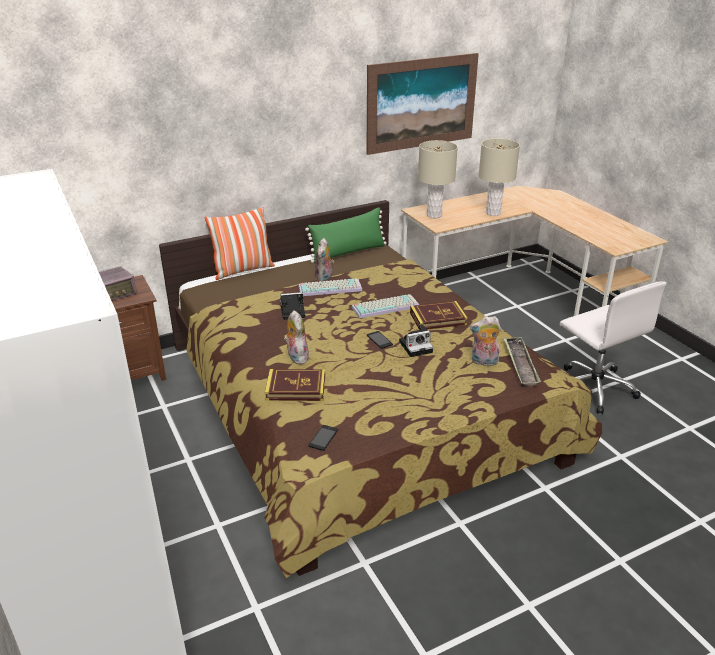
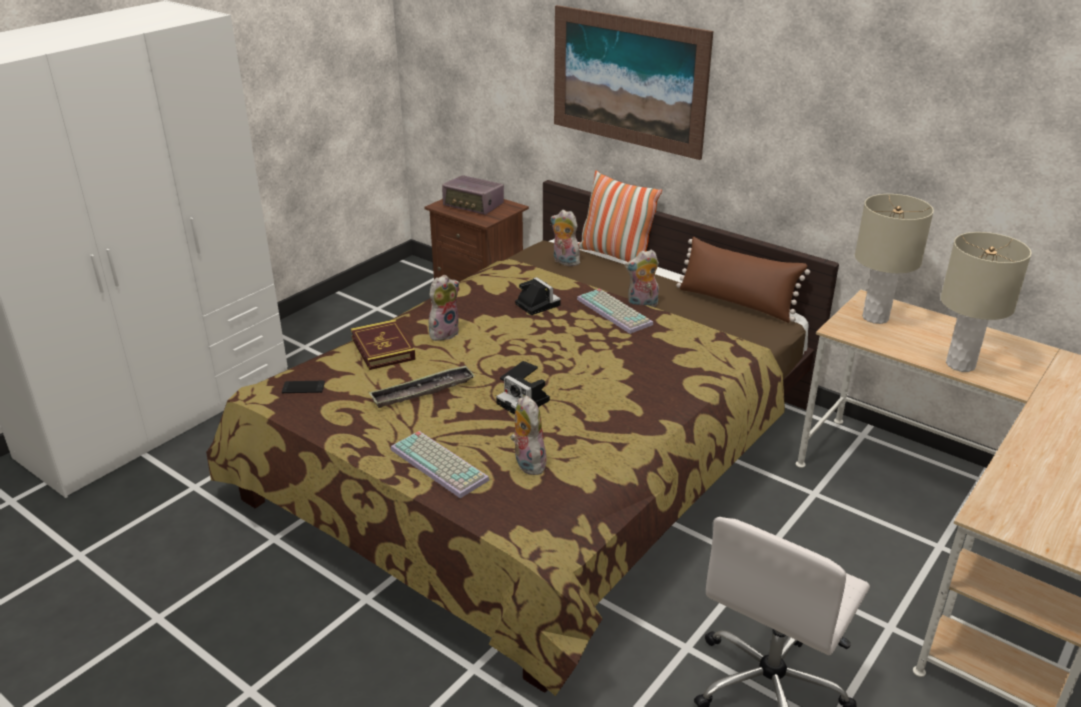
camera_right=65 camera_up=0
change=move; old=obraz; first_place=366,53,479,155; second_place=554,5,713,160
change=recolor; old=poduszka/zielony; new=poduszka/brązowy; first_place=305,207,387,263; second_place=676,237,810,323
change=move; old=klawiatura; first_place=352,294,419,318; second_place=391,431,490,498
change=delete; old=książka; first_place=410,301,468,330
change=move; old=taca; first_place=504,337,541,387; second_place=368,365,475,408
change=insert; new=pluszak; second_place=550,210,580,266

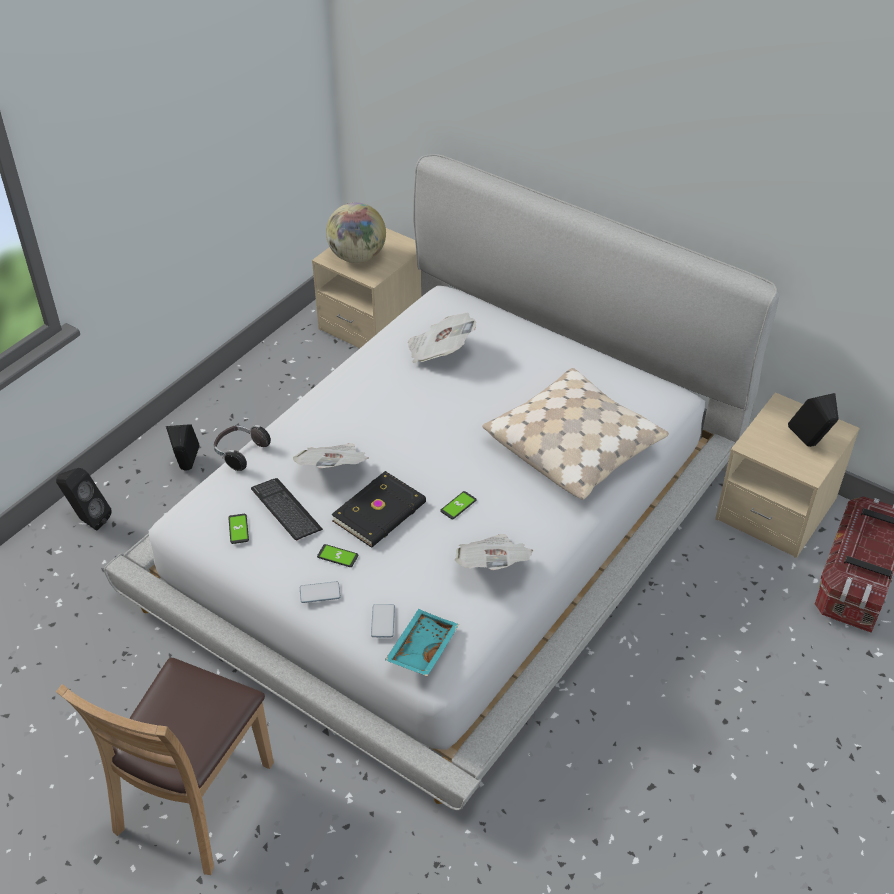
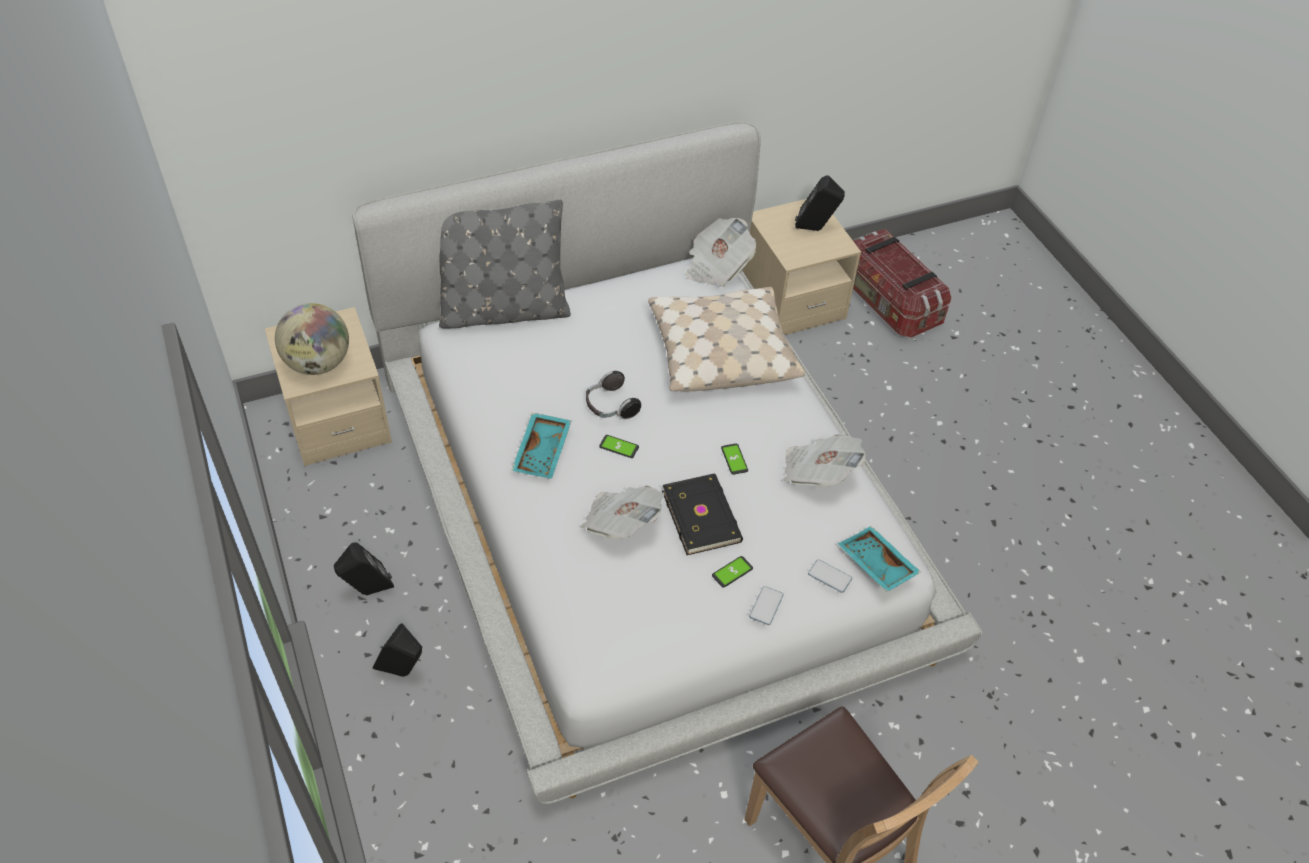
camera_right=-60 camera_up=5
change=move; old=gazeta; first_place=408,313,476,363; second_place=686,218,756,287
change=move; old=słuchawki; first_place=214,425,271,471; second_place=586,371,641,419
change=move; old=głośnik/czarny; first_place=56,468,112,530; second_place=334,542,394,596
change=delete; old=klawiatura; first_place=251,478,323,540
change=move; old=telefon; first_place=228,514,249,544; second_place=599,435,639,458
change=insert; new=poduszka/szary; second_place=439,199,571,328
change=insert; new=taca/turkusowy; second_place=511,413,571,479

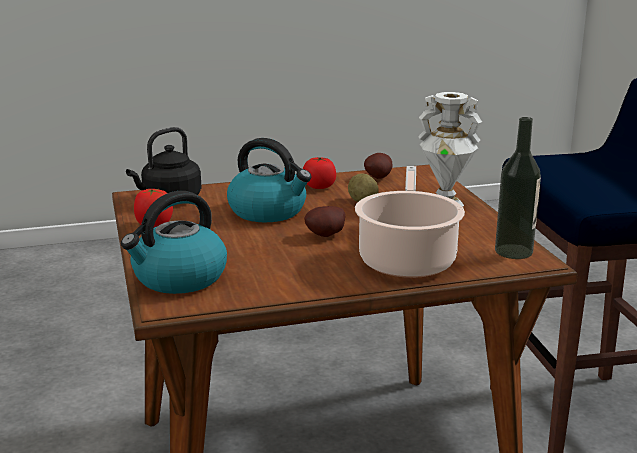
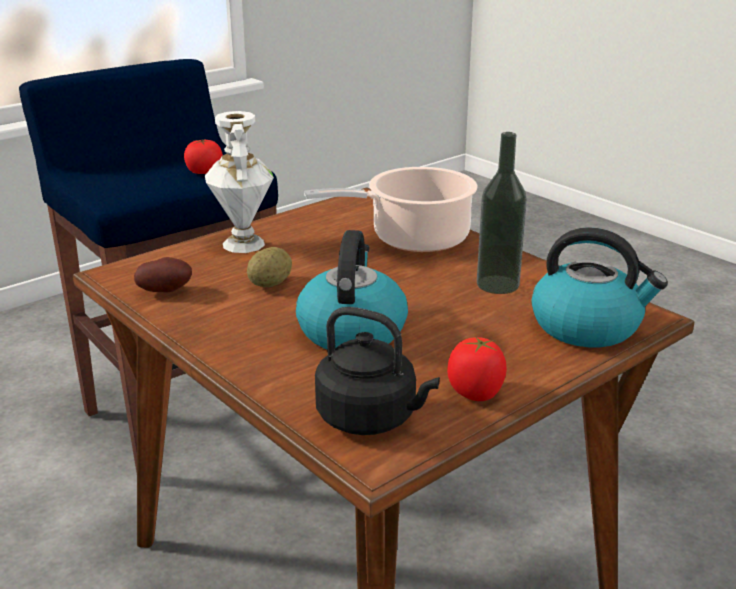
camera_right=-115 camera_up=5
change=move; old=butelka; first_place=495,117,541,259; second_place=477,132,527,294
change=move; old=pomidor; first_place=303,157,336,189; second_place=184,139,223,174
change=delete; old=ziemniak; first_place=304,206,345,237

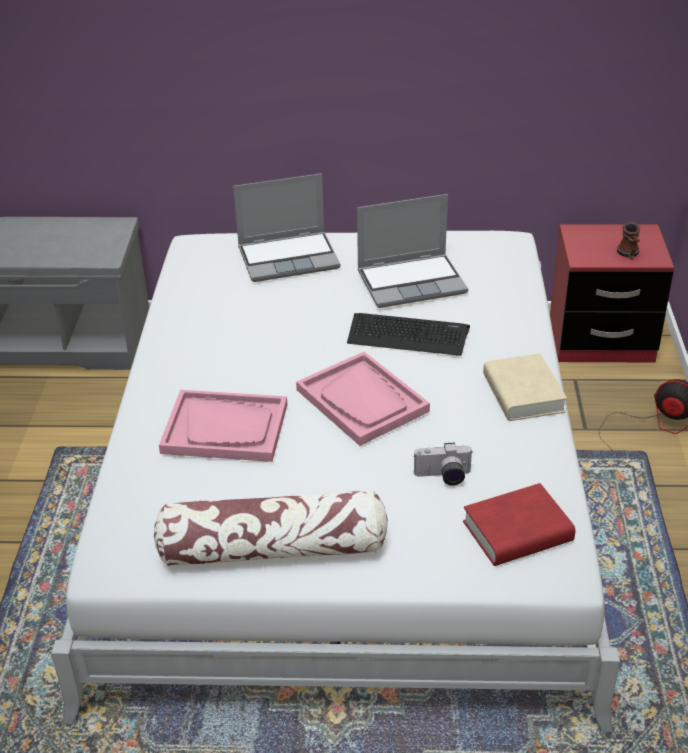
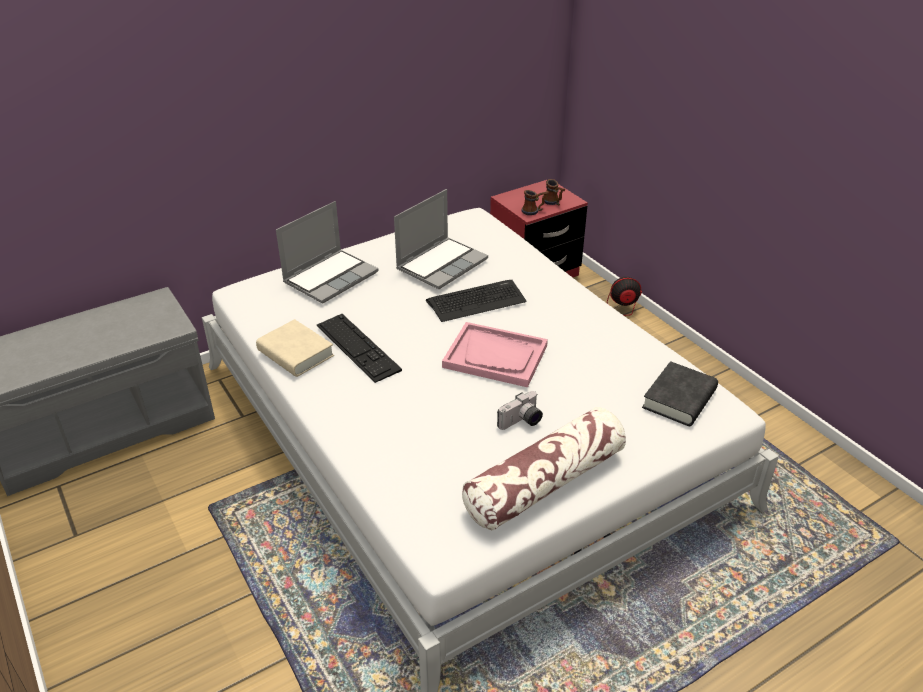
camera_right=-35 camera_up=0
change=move; old=książka/beżowy; first_place=483,353,567,421; second_place=256,319,334,377
change=delete; old=taca/różowy; first_place=159,390,287,462
change=move; old=aparat fotograficzny; first_place=414,442,473,486; second_place=497,391,543,430
change=recolor; old=książka/czerwony; new=książka/czarny; first_place=463,483,575,566; second_place=642,361,718,426
change=insert; new=kubek; second_place=521,190,549,215
change=insert; new=klawiatura; second_place=317,314,402,383

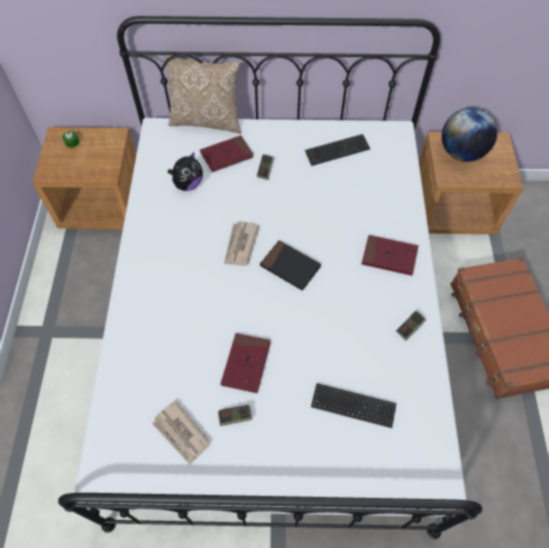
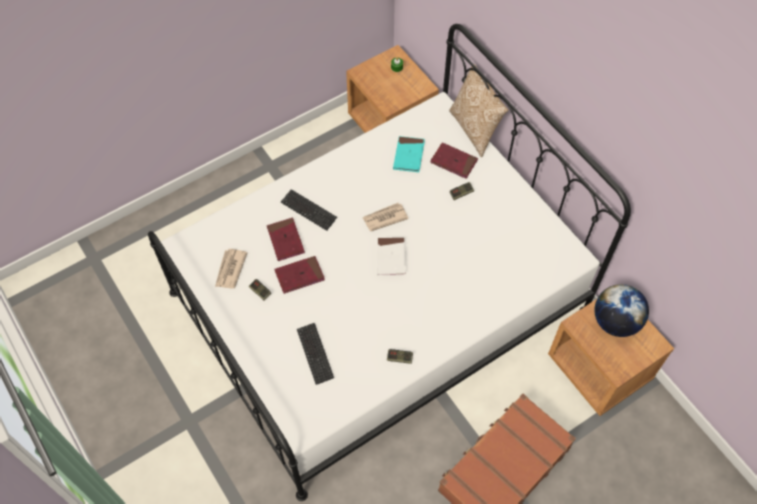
camera_right=55 camera_up=0
change=move; old=klawiatura; first_place=305,134,370,166; second_place=281,189,337,231
change=replace; old=pluszak; new=książka/turkusowy; first_place=168,152,203,191; second_place=393,136,425,172
change=move; old=książka/czerwony; first_place=362,235,418,276; second_place=267,218,305,261
change=recolor; old=książka/czarny; new=książka/biały; first_place=260,240,321,291; second_place=377,237,406,276

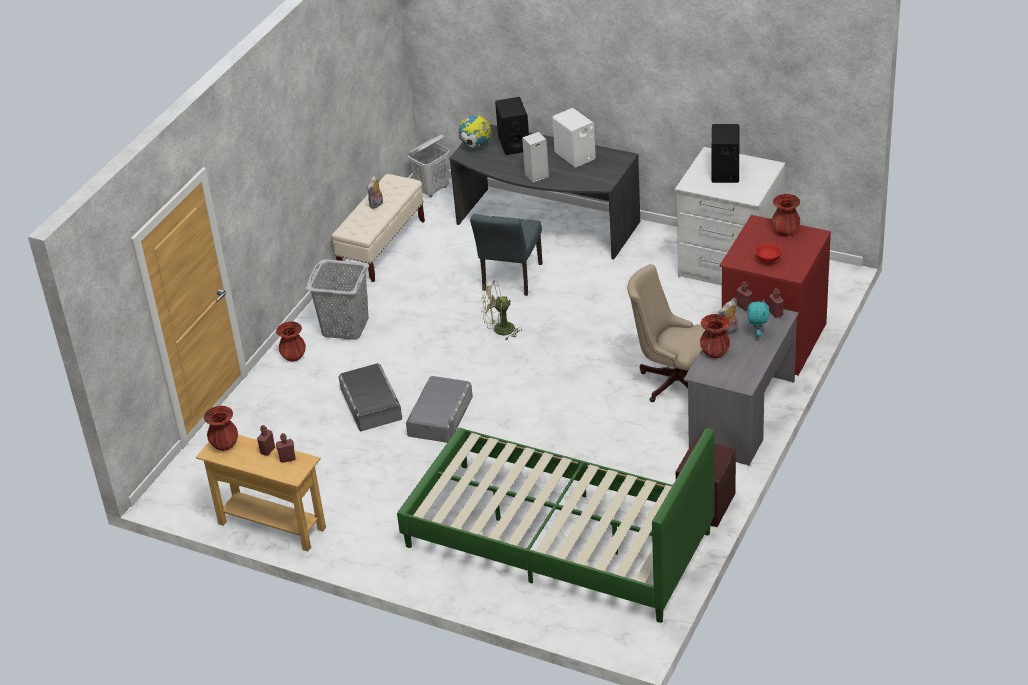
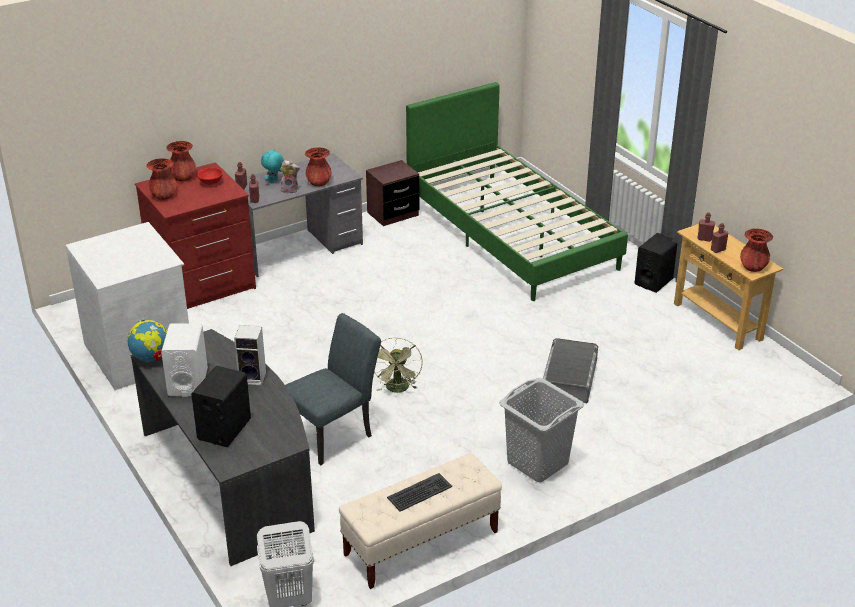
camera_right=-150 camera_up=-5
change=move; old=globus; first_place=458,115,491,148; second_place=127,318,167,362
change=move; old=głośnik/czarny; first_place=712,124,740,183; second_place=635,233,677,293
change=replace; old=pluszak; new=klawiatura; first_place=367,176,383,209; second_place=387,473,452,512
change=delete; old=krzesło biurowe/beżowy; first_place=627,264,706,402
change=rotate; old=wentylator/zielony; first_place=481,280,520,341; second_place=374,337,423,393; degrees=75
change=move; old=wazon/czerwony; first_place=276,321,306,362; second_place=166,141,196,181
change=delete; old=pojemnik do przechowywania/szary; first_place=406,376,473,443

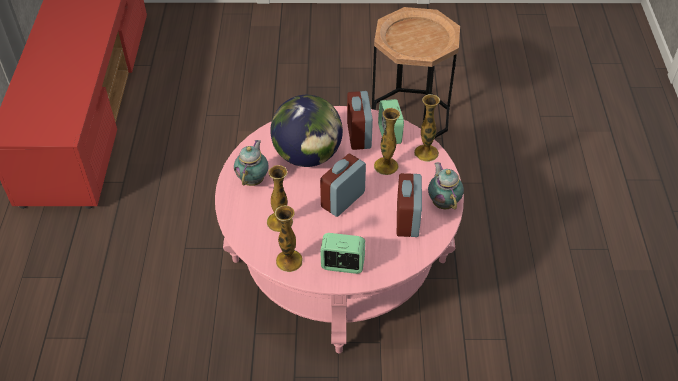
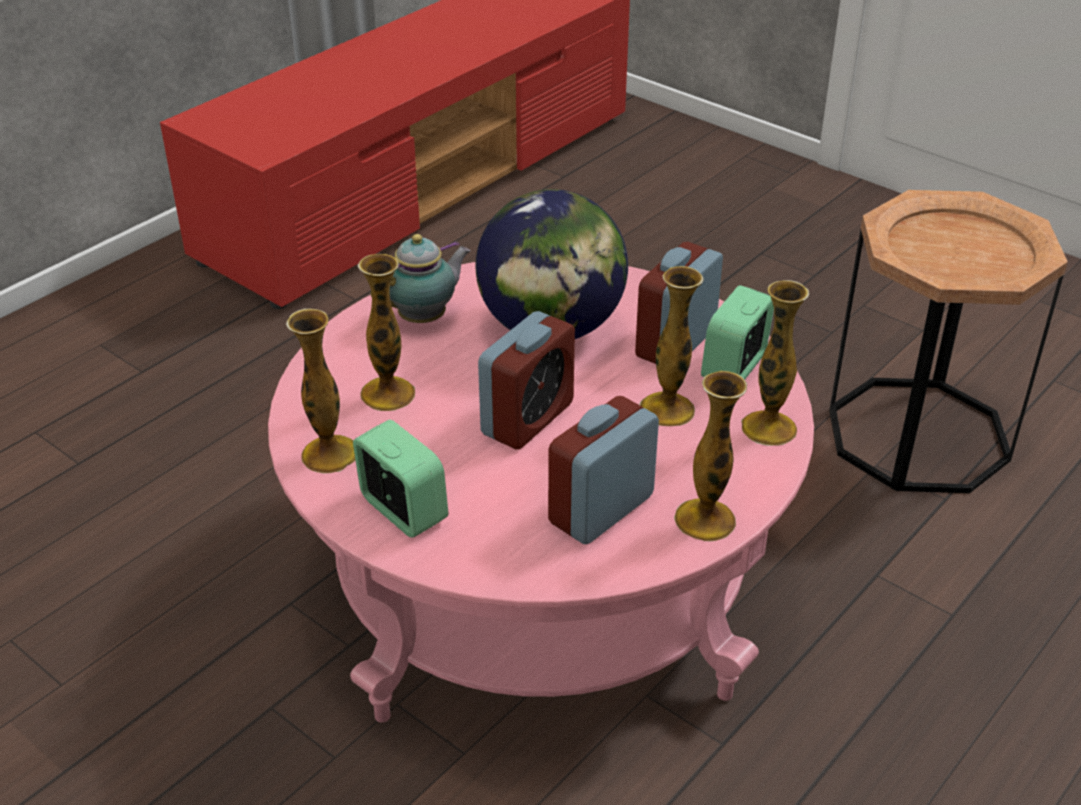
camera_right=40 camera_up=-10
change=rotate; old=budzik; first_place=320,154,366,217; second_place=478,311,575,449; degrees=135
change=replace; old=imbryk; new=wazon; first_place=428,162,464,209; second_place=674,371,747,542

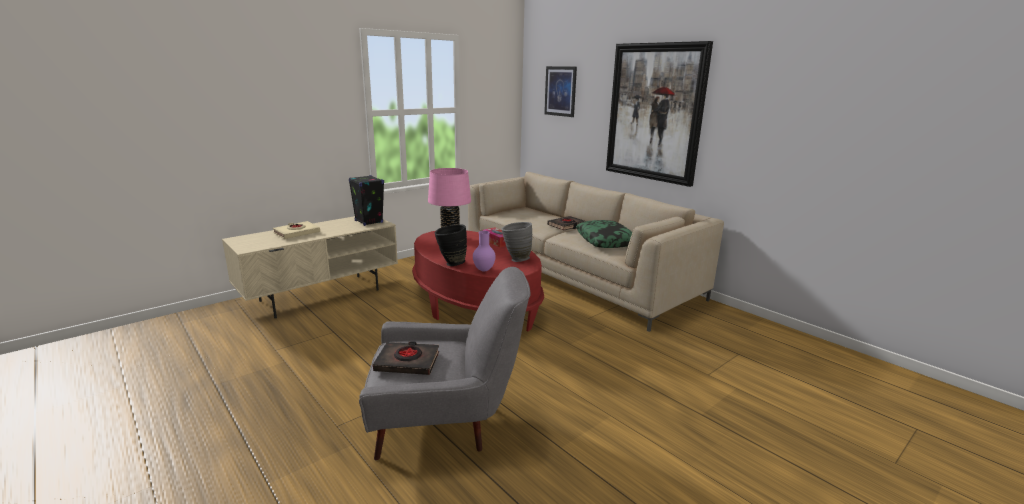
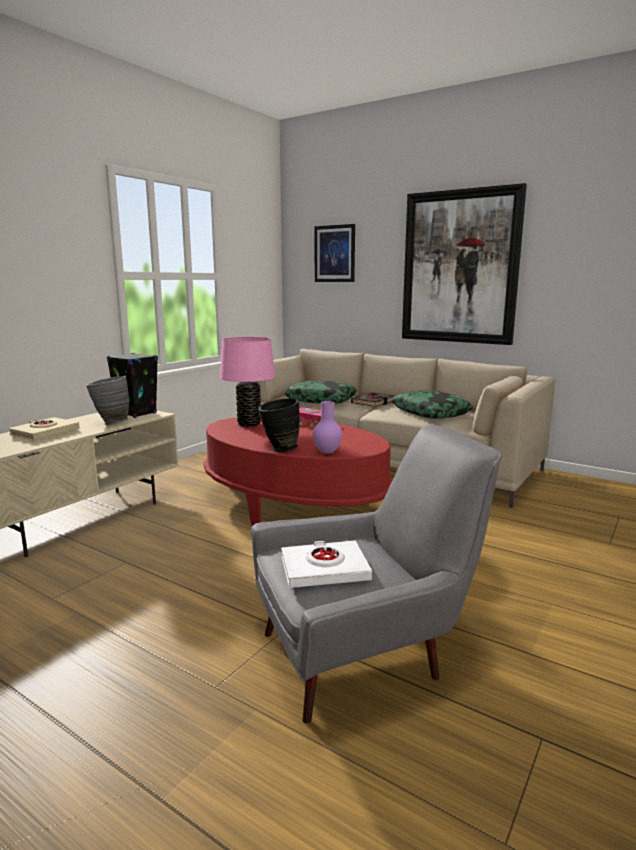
camera_right=-15 camera_up=-5
change=move; old=wazon/szary; first_place=501,222,532,262; second_place=86,376,129,425
change=recolor; old=książka/czarny; new=książka/biały; first_place=373,341,439,375; second_place=281,540,372,588
change=insert; new=poduszka; second_place=285,381,357,404

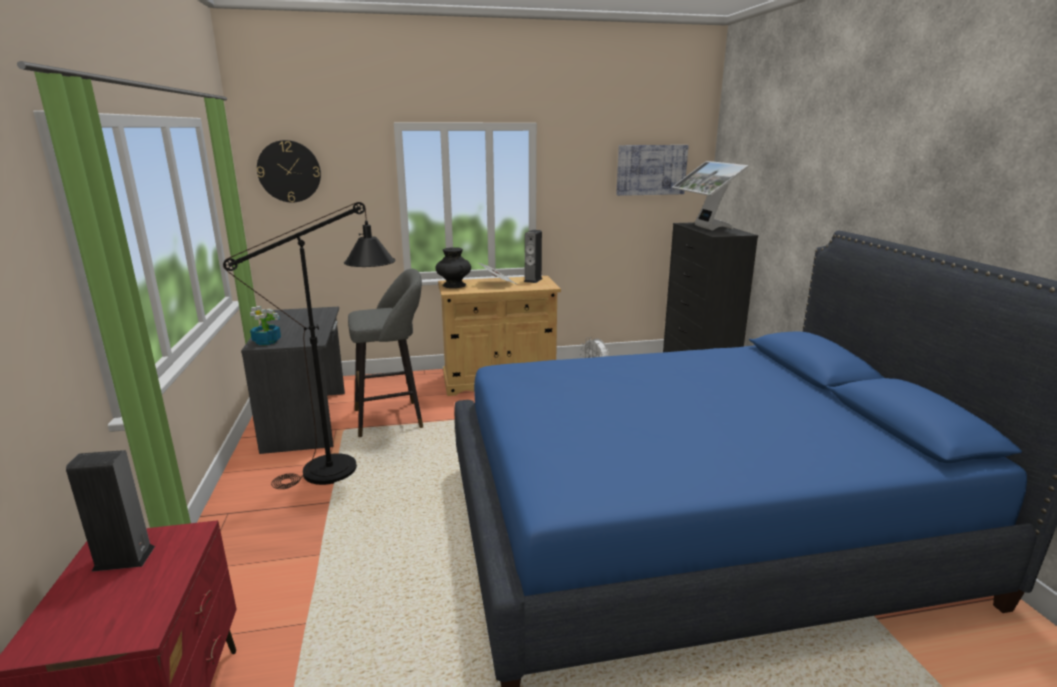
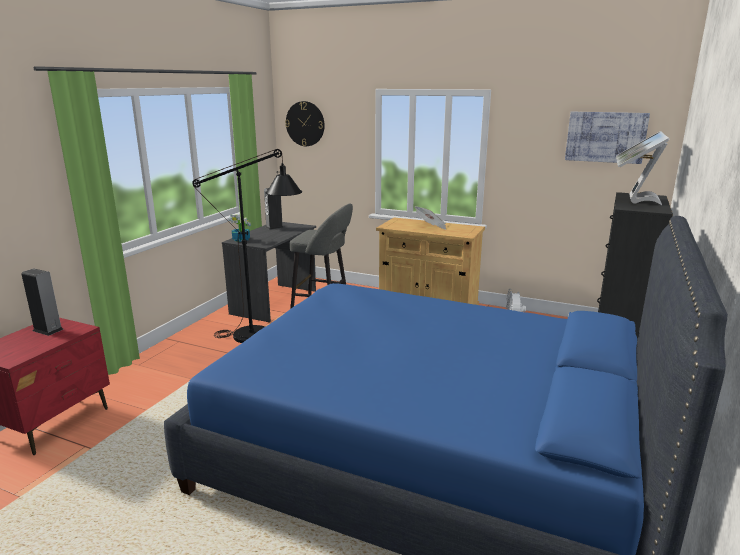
camera_right=35 camera_up=0
change=move; old=głośnik; first_place=524,230,543,283; second_place=264,188,284,230
change=delete; old=wazon/czarny; first_place=435,247,471,288

